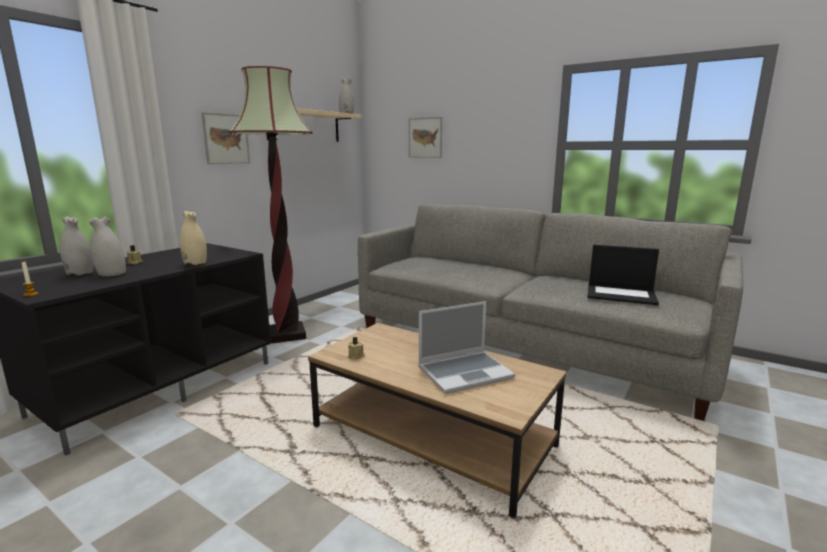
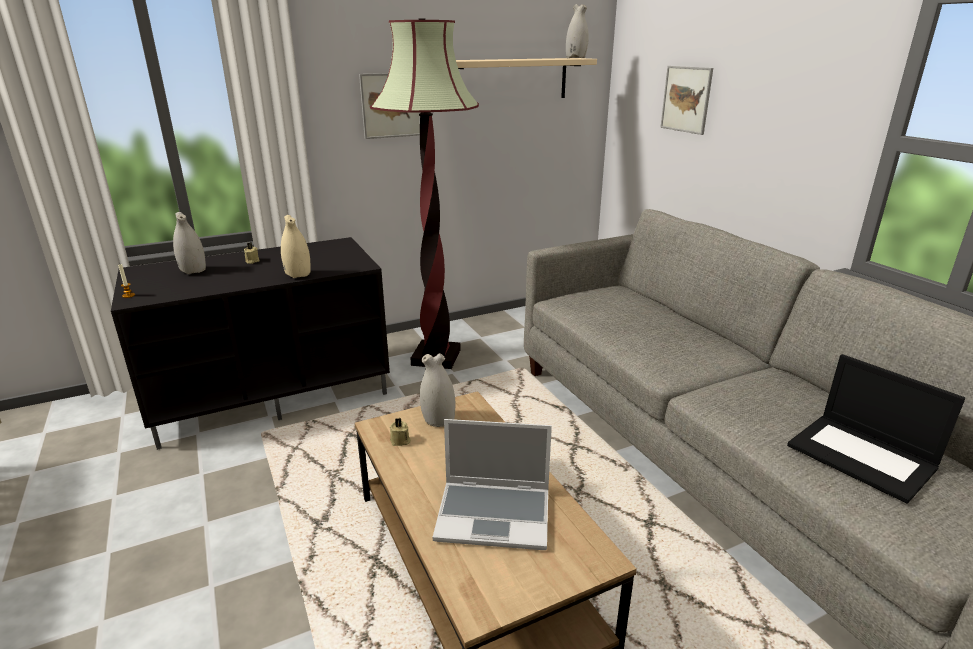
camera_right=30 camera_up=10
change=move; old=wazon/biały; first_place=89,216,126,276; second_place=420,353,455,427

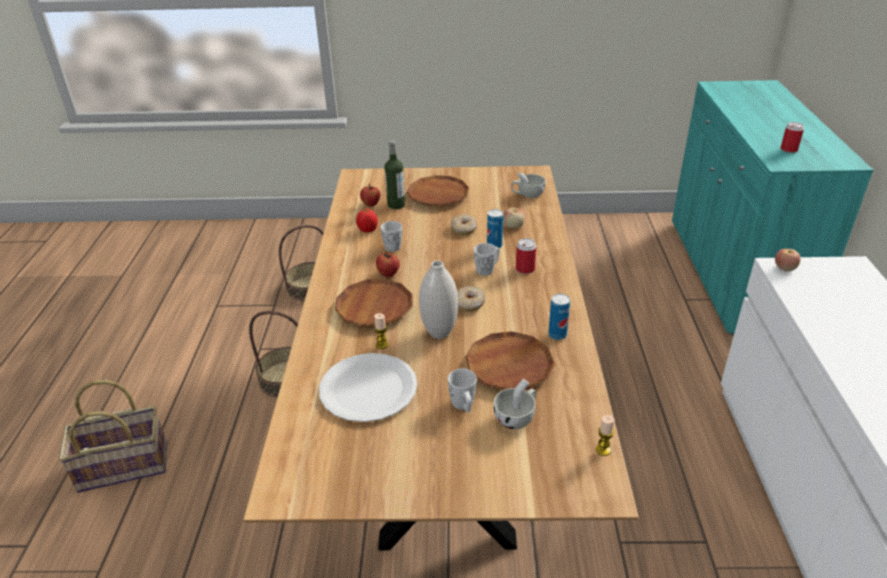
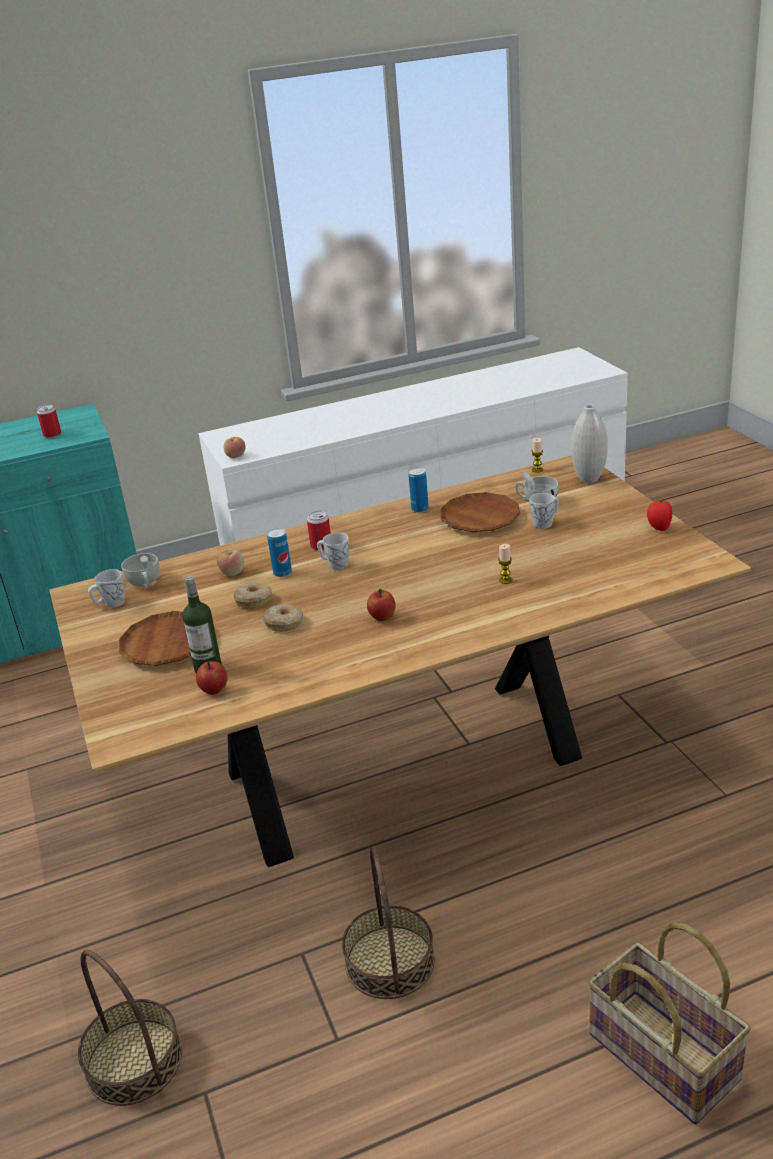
camera_right=-110 camera_up=-5
change=move; old=pomidor; first_place=356,209,378,233; second_place=647,500,672,531
change=move; old=kubek/biały; first_place=381,221,402,252; second_place=88,569,125,608
change=move; old=wazon/biały; first_place=419,260,458,339; second_place=571,404,608,483
change=delete; old=talerz/brązowy; first_place=335,279,413,327
change=move; old=donut; first_place=457,286,486,312; second_place=262,604,303,632
change=delete; old=talerz/biały; first_place=319,353,417,422

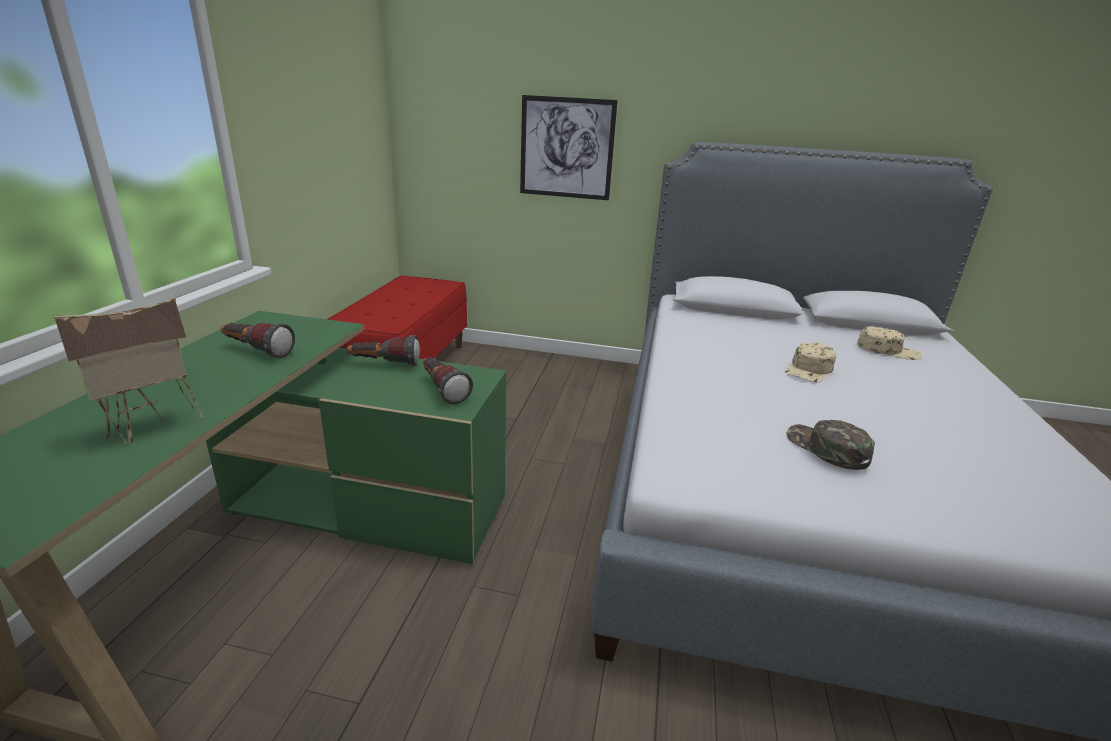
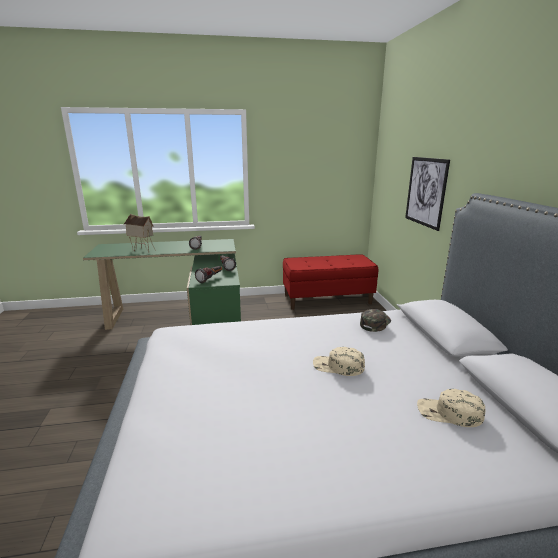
camera_right=70 camera_up=-5
change=rotate; old=czapka z daszkiem/beżowy; first_place=857,326,922,360; second_place=417,389,485,427; degrees=105
change=move; old=czapka z daszkiem/zielony; first_place=786,420,875,470; second_place=360,309,391,332

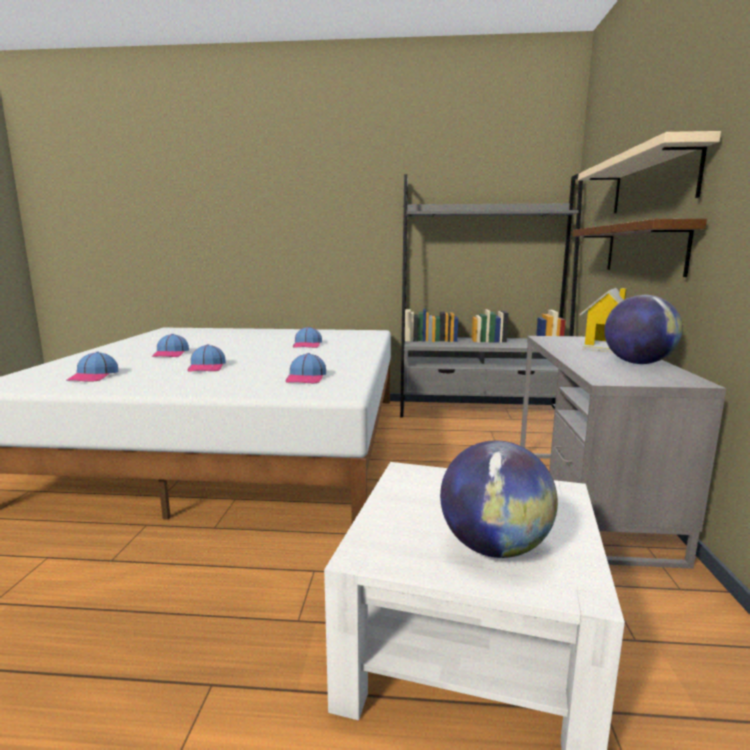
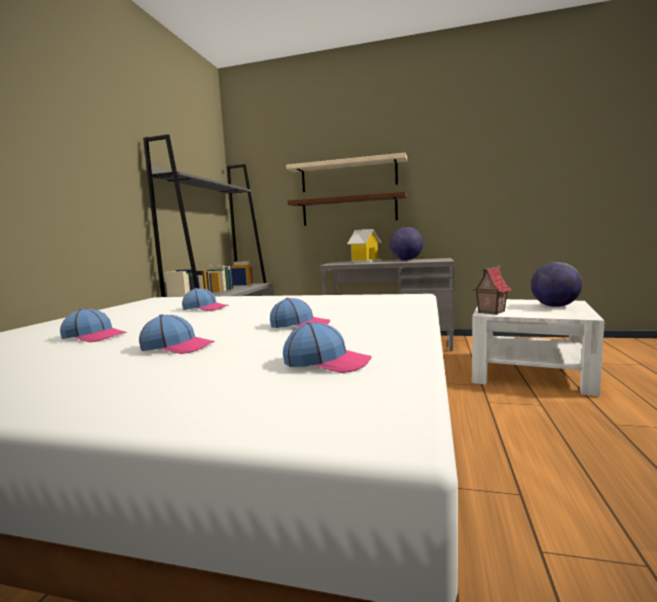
camera_right=-80 camera_up=-5
change=move; old=czapka z daszkiem; first_place=285,353,326,383; second_place=60,308,127,342
change=insert; new=domek; second_place=472,265,511,315

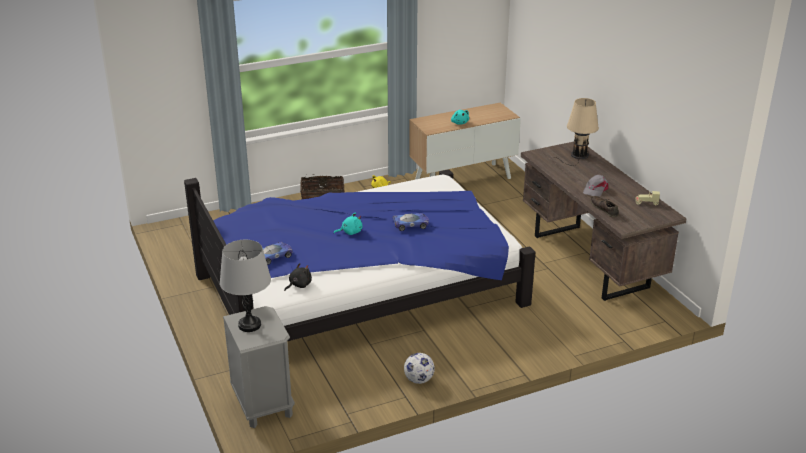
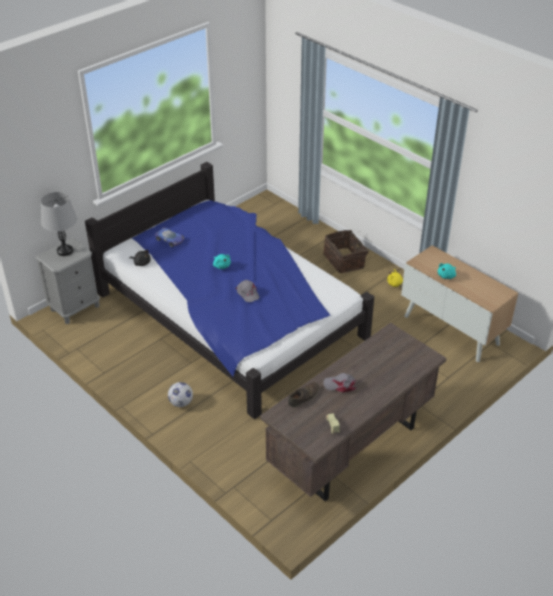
camera_right=70 camera_up=10
change=delete; old=lampa stołowa/beżowy; first_place=552,98,599,166
change=replace; old=samochodzik; new=czapka z daszkiem/szary; first_place=392,213,429,231; second_place=236,280,260,302
change=move; old=piłka futbolowa; first_place=404,353,435,384; second_place=168,382,193,407

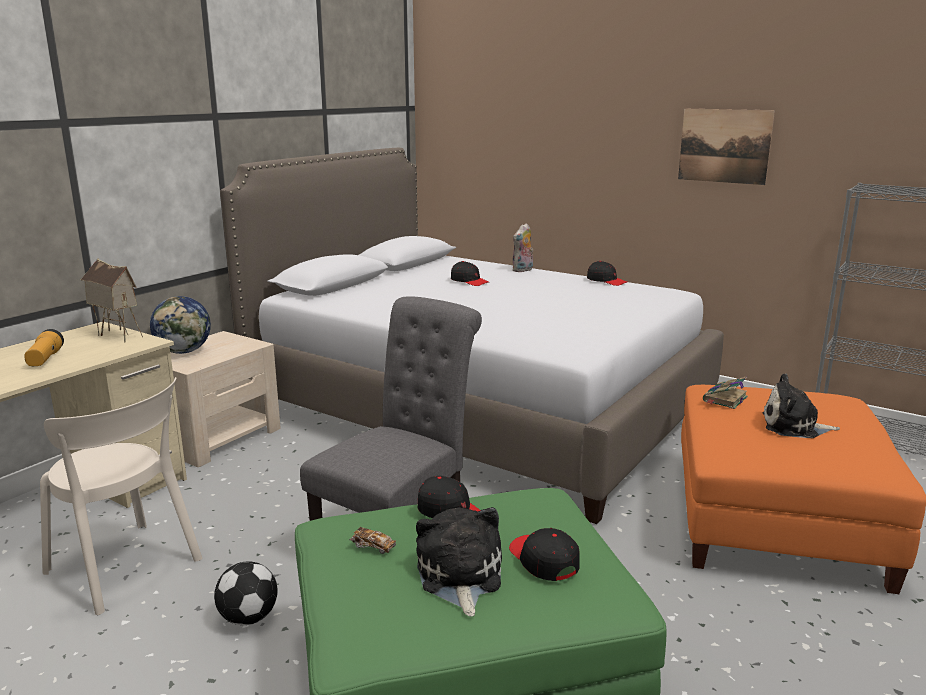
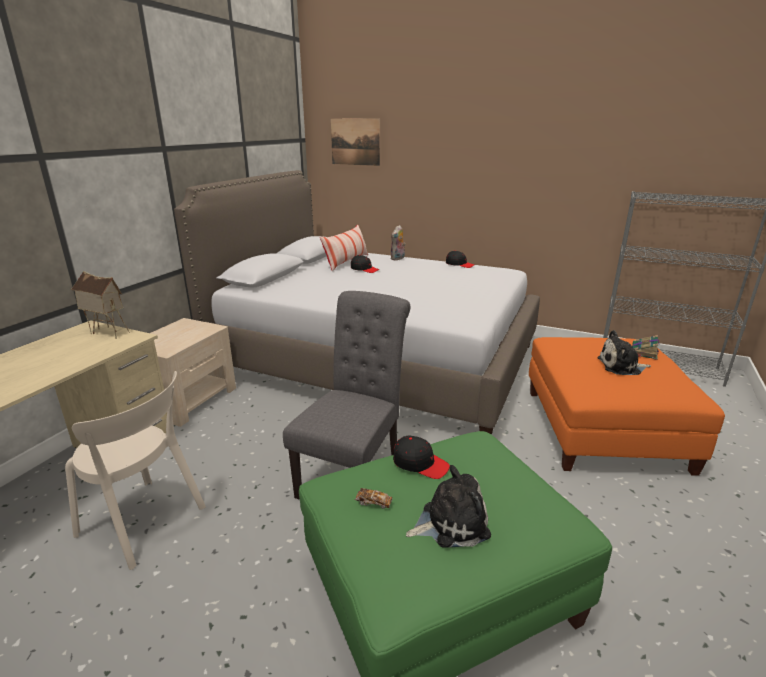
camera_right=-10 camera_up=5
change=move; old=obraz; first_place=678,109,775,185; second_place=331,118,380,166
change=delete; old=globus; first_place=150,296,211,354
change=delete; old=latarka; first_place=24,329,64,366
change=move; old=książka; first_place=703,376,748,409; second_place=632,335,659,360
change=rotate; old=pluszak; first_place=416,507,502,616; second_place=406,465,491,547; degrees=90
change=delete; old=czapka z daszkiem/czarny; first_place=509,528,580,581
change=delete; old=piłka futbolowa; first_place=214,561,278,625
change=insert; new=poduszka; second_place=320,225,368,271

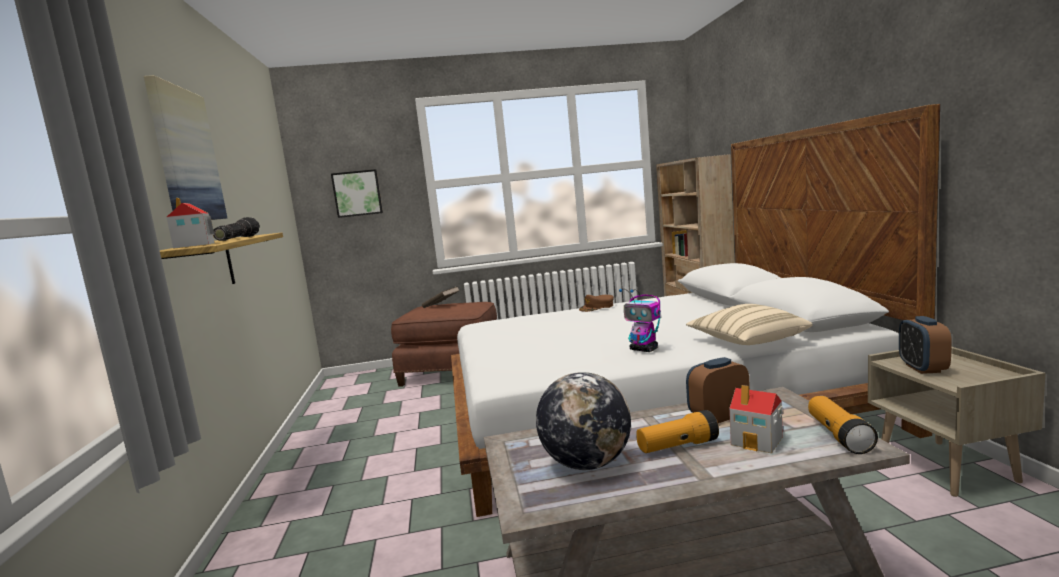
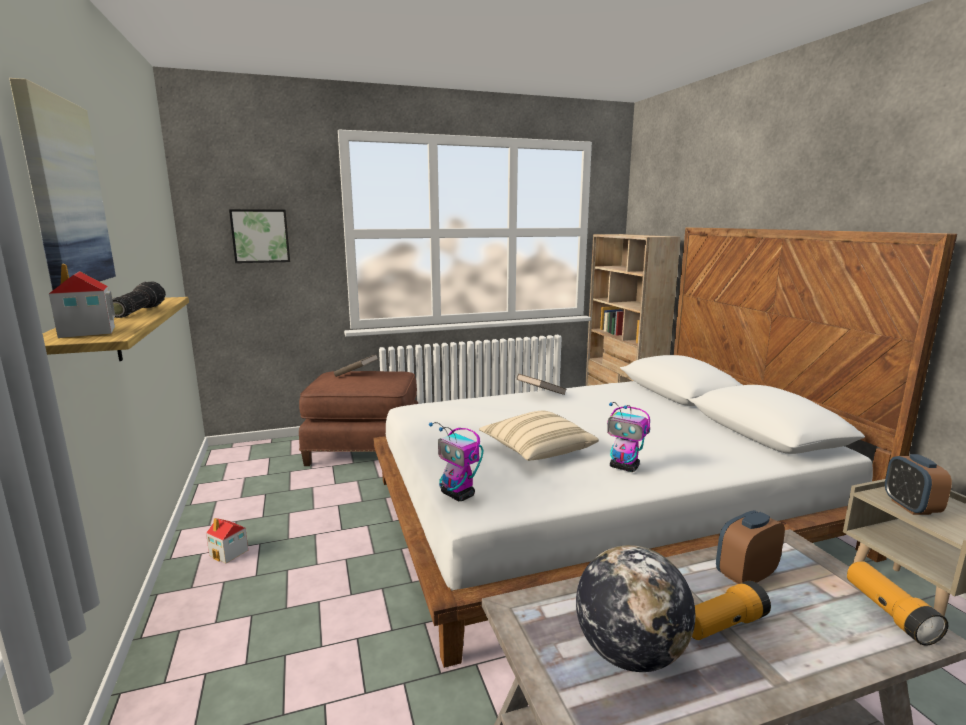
camera_right=-10 camera_up=5
change=replace; old=czapka z daszkiem/brązowy; new=książka/brązowy; first_place=579,295,614,312; second_place=517,374,566,395
change=move; old=poduszka/beżowy; first_place=686,304,812,345; second_place=479,411,599,461
change=move; old=domek; first_place=729,385,783,453; second_place=206,518,248,564
change=insert; new=robot zabawkowy; second_place=429,422,484,501

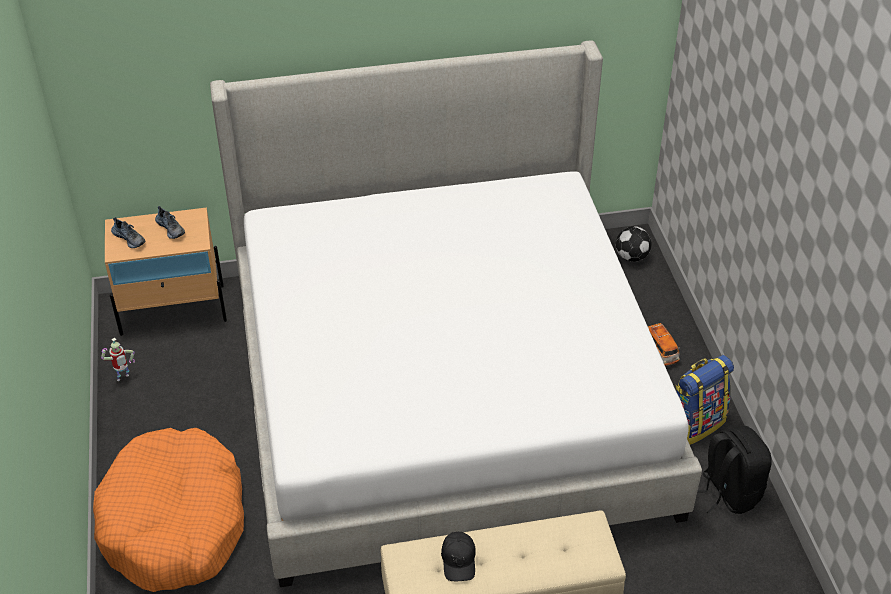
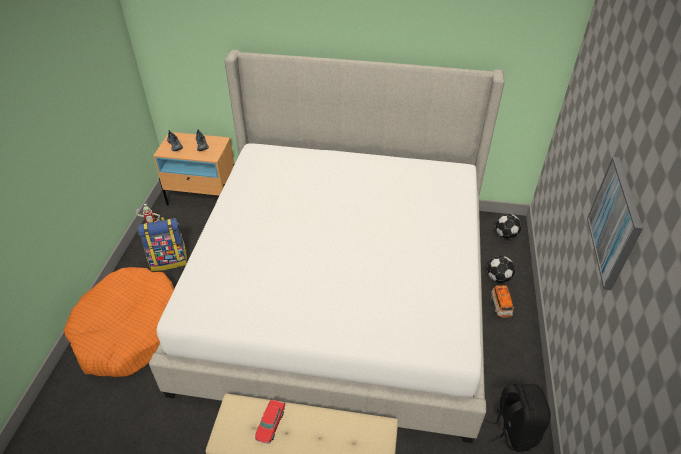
camera_right=20 camera_up=0
change=move; old=plecak; first_place=676,355,734,445; second_place=138,217,187,271
change=replace; old=czapka z daszkiem/czarny; new=samochodzik; first_place=441,532,476,581; second_place=255,400,285,444
change=insert; new=obraz; second_place=587,157,643,290
change=insert; new=piłka futbolowa; second_place=487,256,515,283

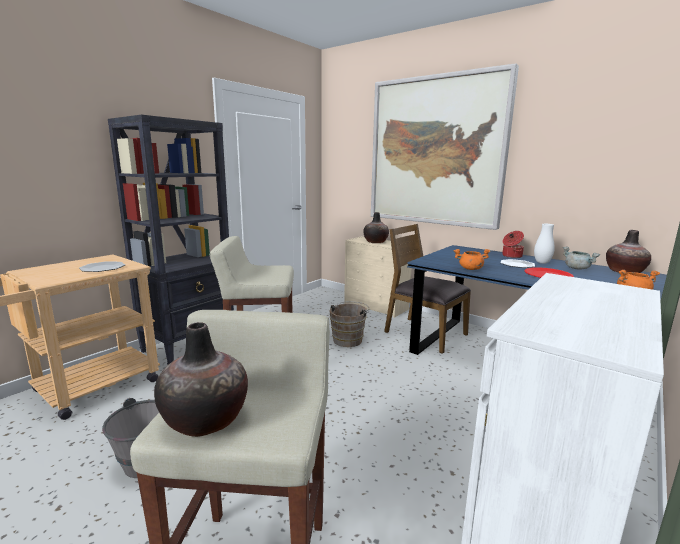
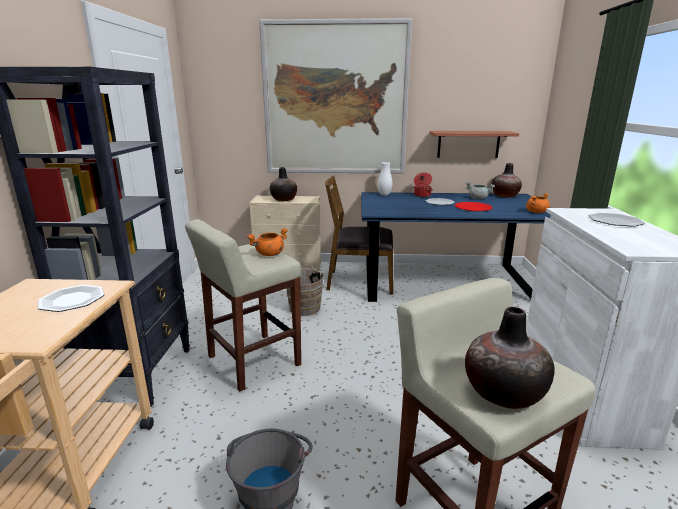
camera_right=-35 camera_up=5
change=move; old=wazon/biały; first_place=534,224,555,264; second_place=378,162,393,196
change=move; old=garnek/pomarańczowy; first_place=454,249,490,270; second_place=247,228,288,256
change=insert; new=półka; second_place=429,131,519,158
change=insert; new=talerz; second_place=589,213,645,227

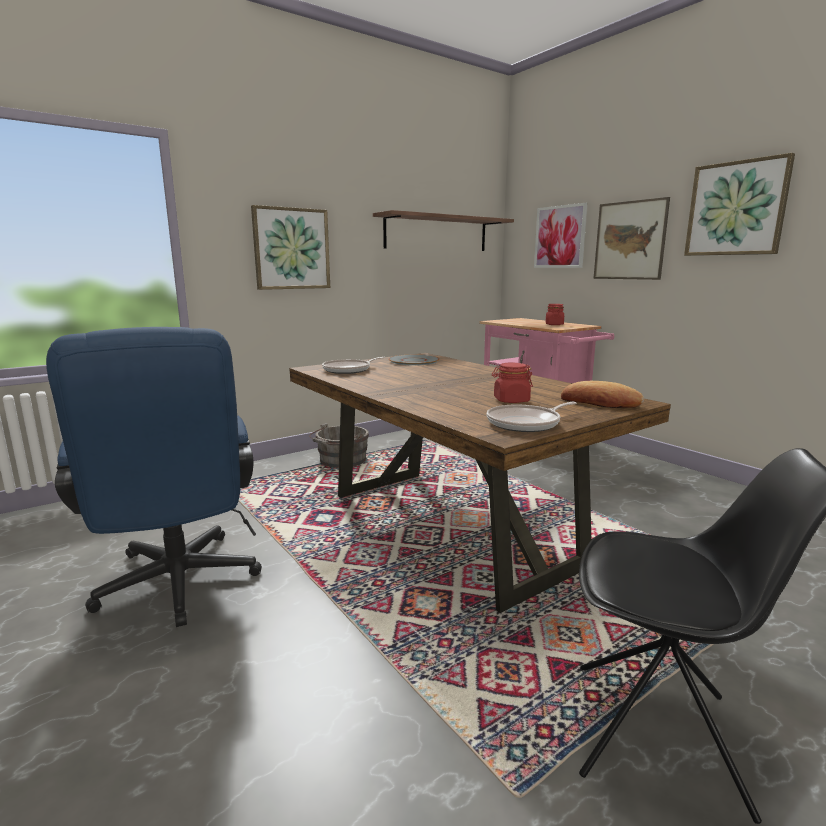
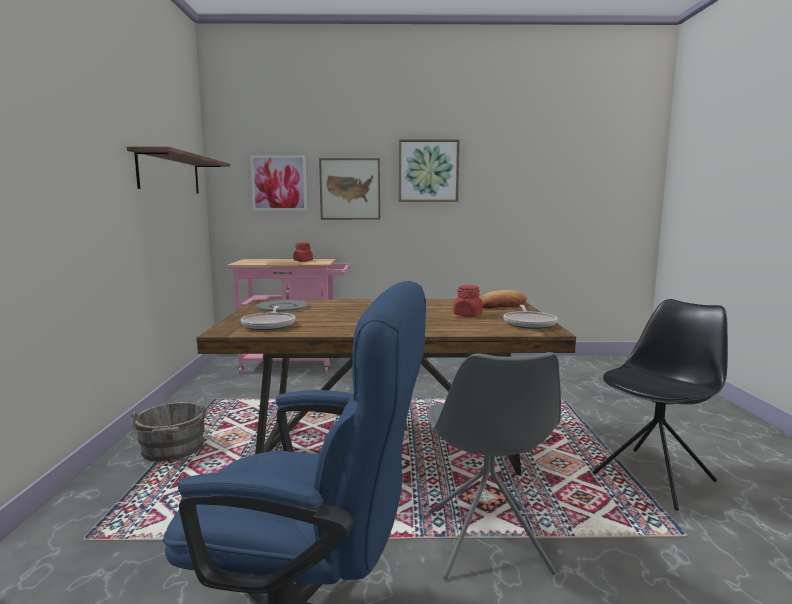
camera_right=-55 camera_up=-5
change=delete; old=obraz; first_place=251,205,330,290
change=insert; new=krzesło/szary; second_place=429,352,561,579

